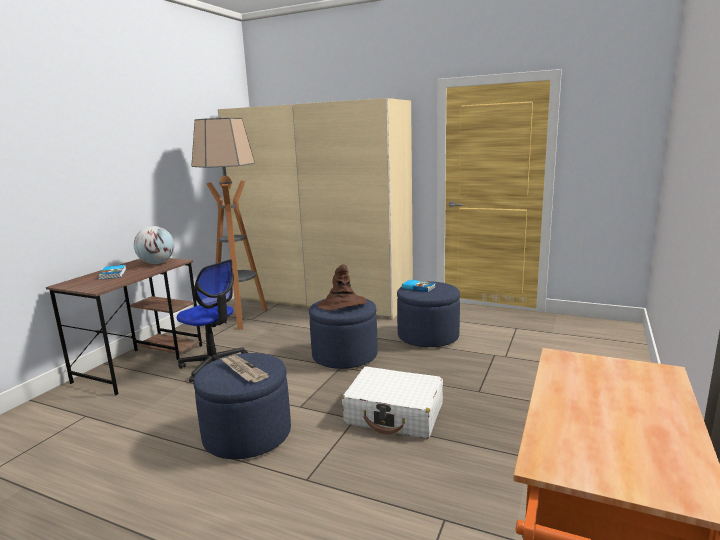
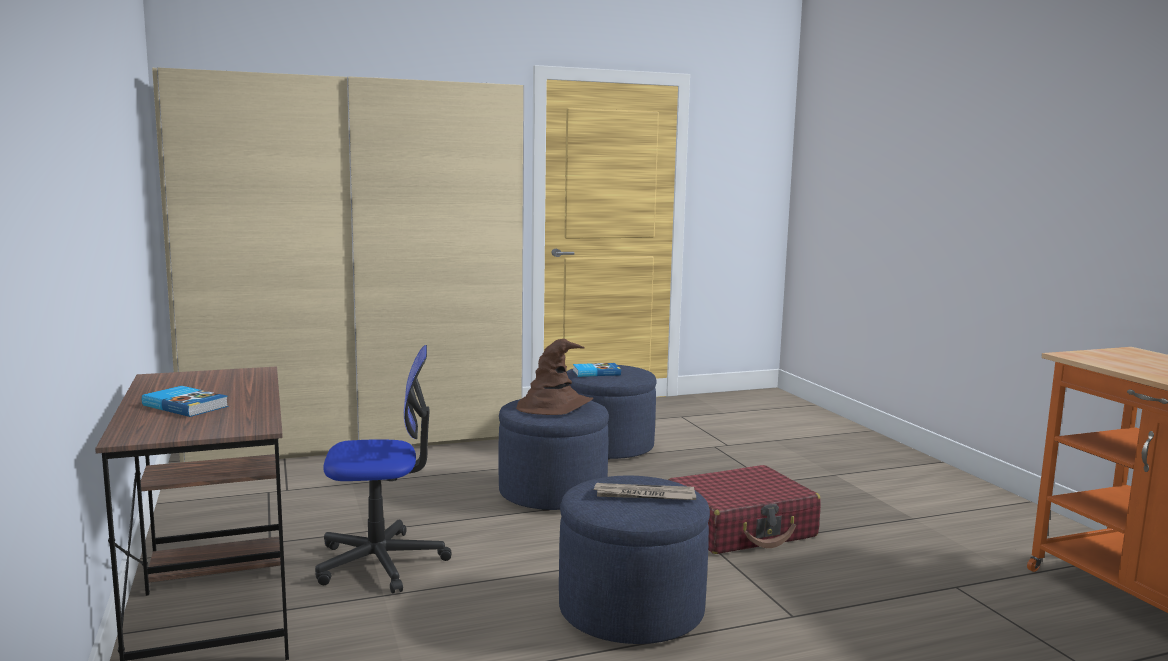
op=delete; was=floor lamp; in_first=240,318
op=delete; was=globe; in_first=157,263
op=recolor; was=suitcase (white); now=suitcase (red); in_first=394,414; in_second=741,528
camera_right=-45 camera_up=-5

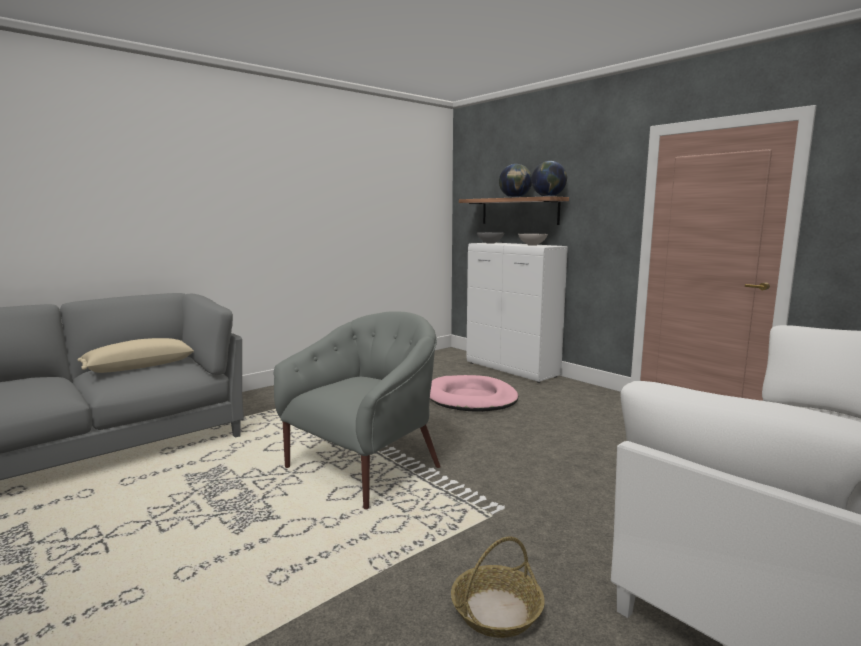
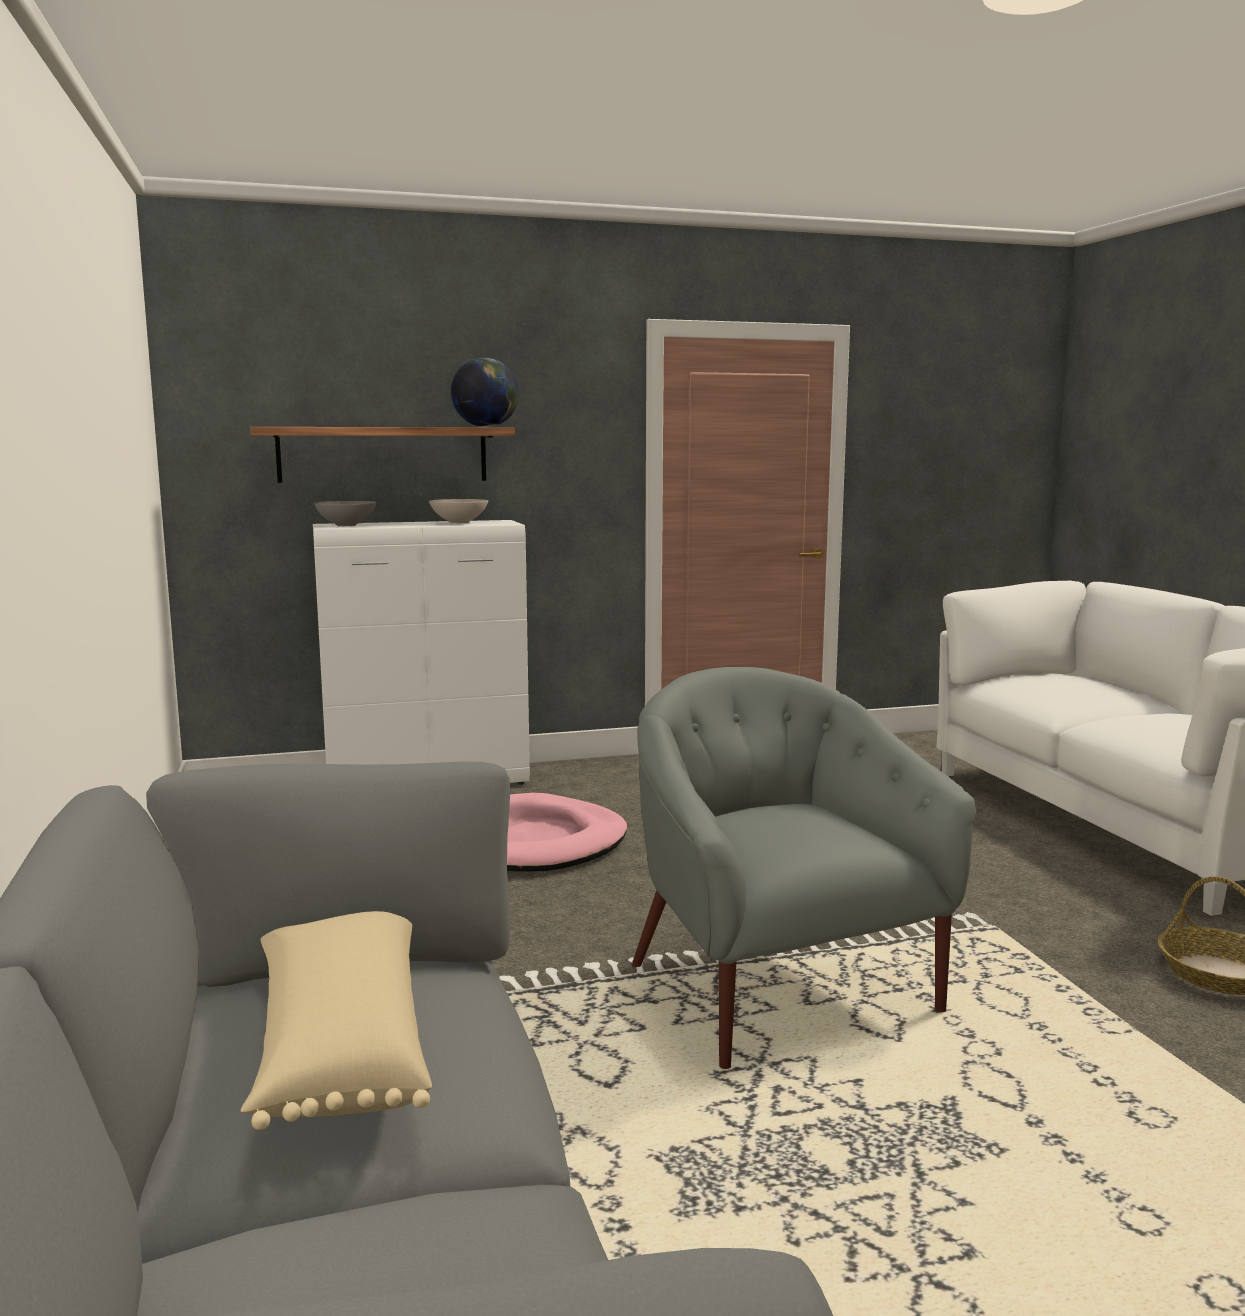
op=delete; was=globe; in_first=515,197
camera_right=-65 camera_up=0

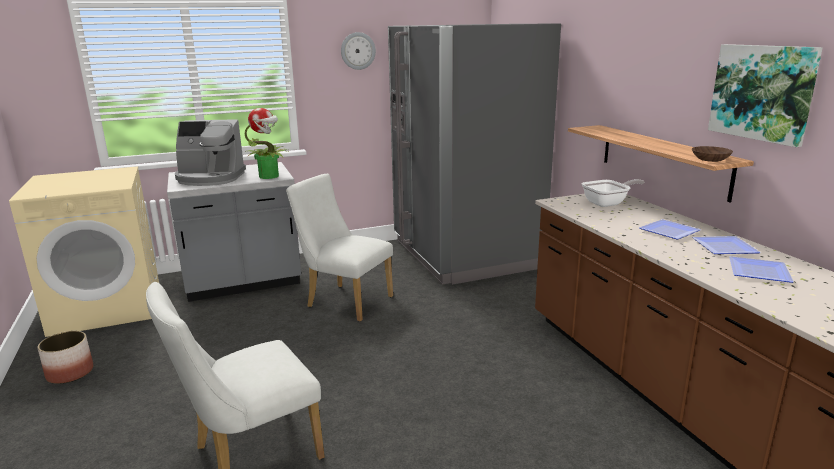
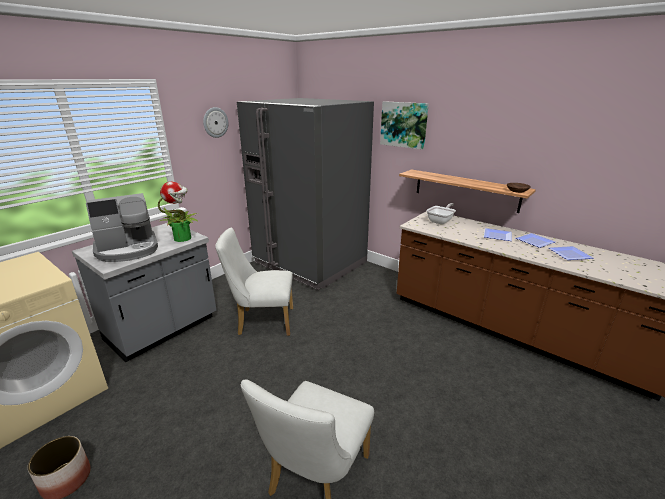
op=move; was=picture; in_first=762,92; in_second=404,124
camera_right=-30 camera_up=5

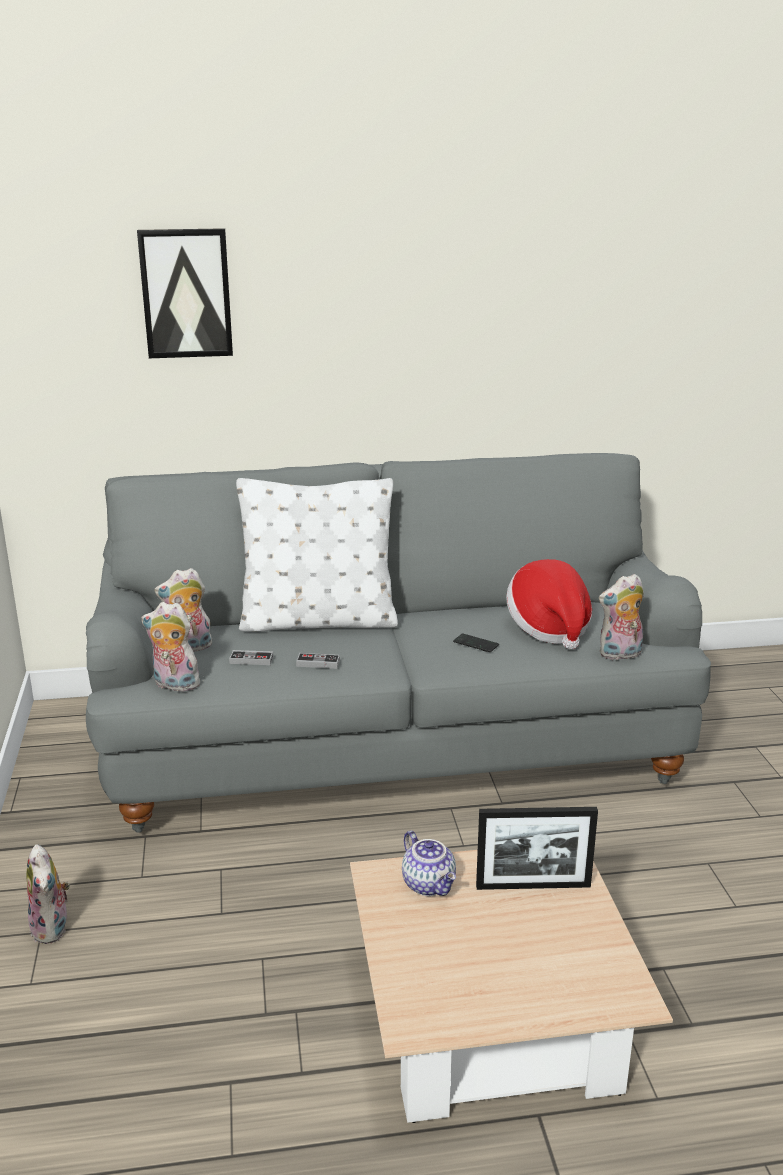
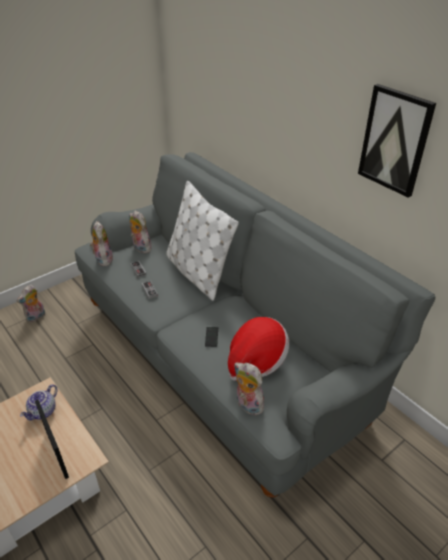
op=move; was=picture; in_first=186,293; in_second=395,140
camera_right=60 camera_up=15

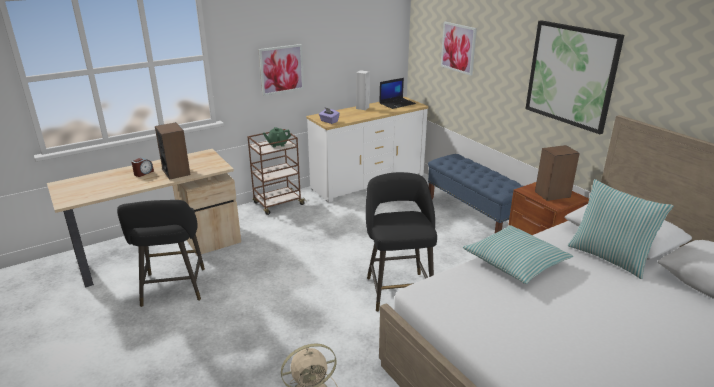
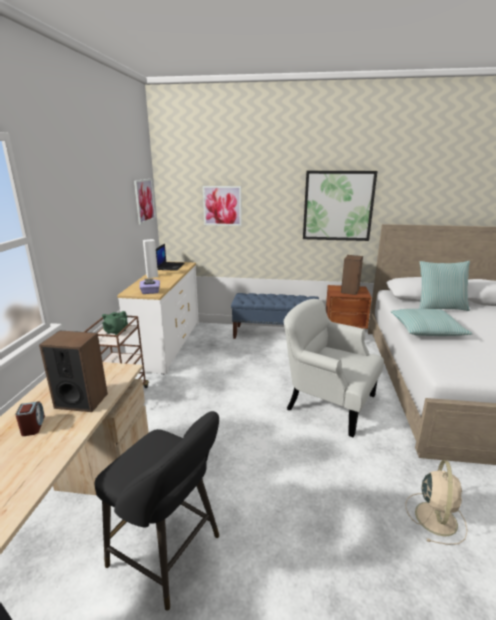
op=move; was=picture; in_first=281,69; in_second=144,200
op=replace; was=stool (black); now=armchair (white); in_first=398,289; in_second=328,402
camera_right=-50 camera_up=-5

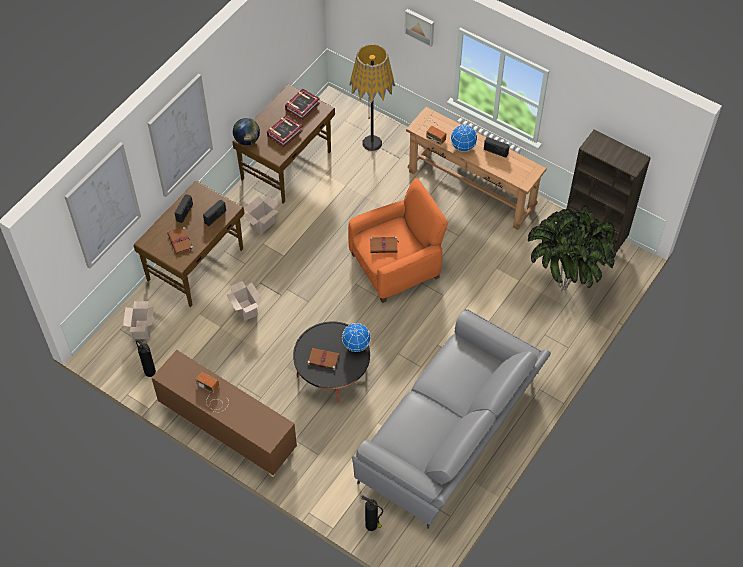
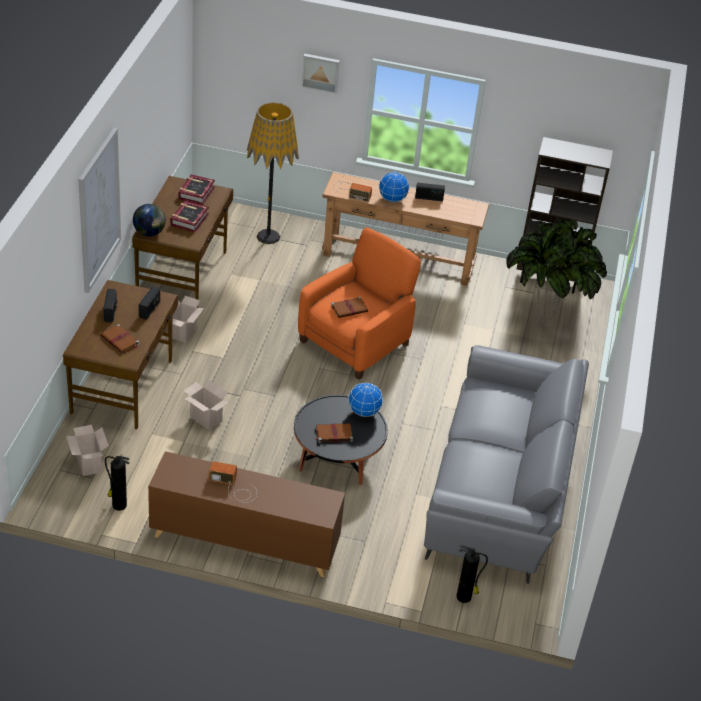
op=delete; was=picture; in_first=103,206
camera_right=-25 camera_up=-15

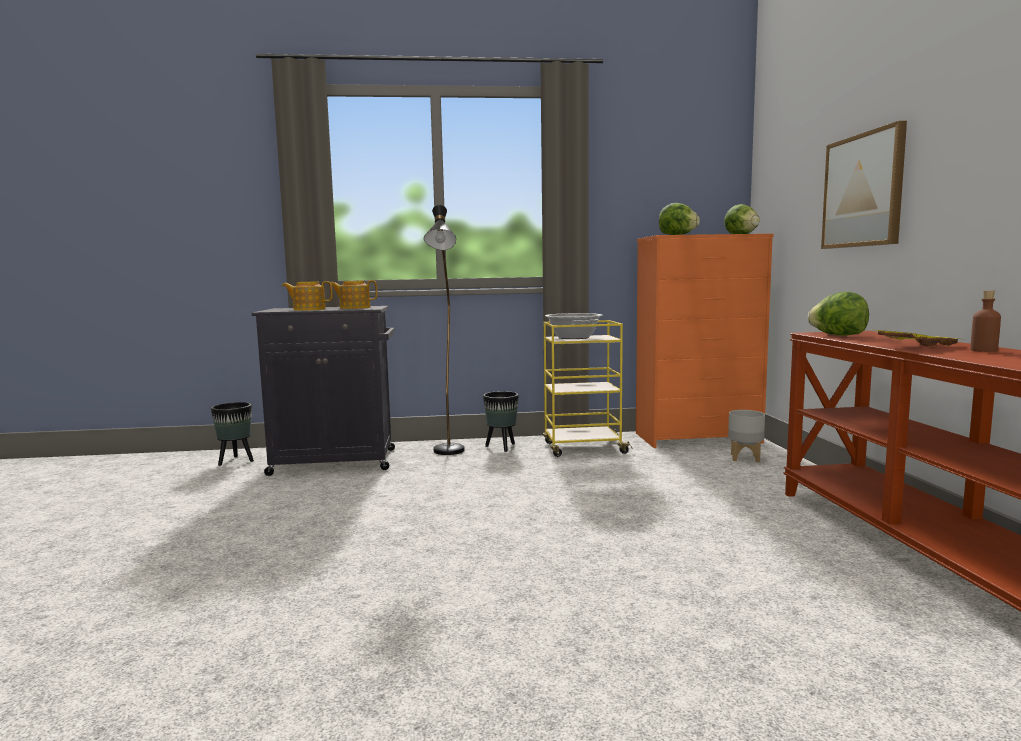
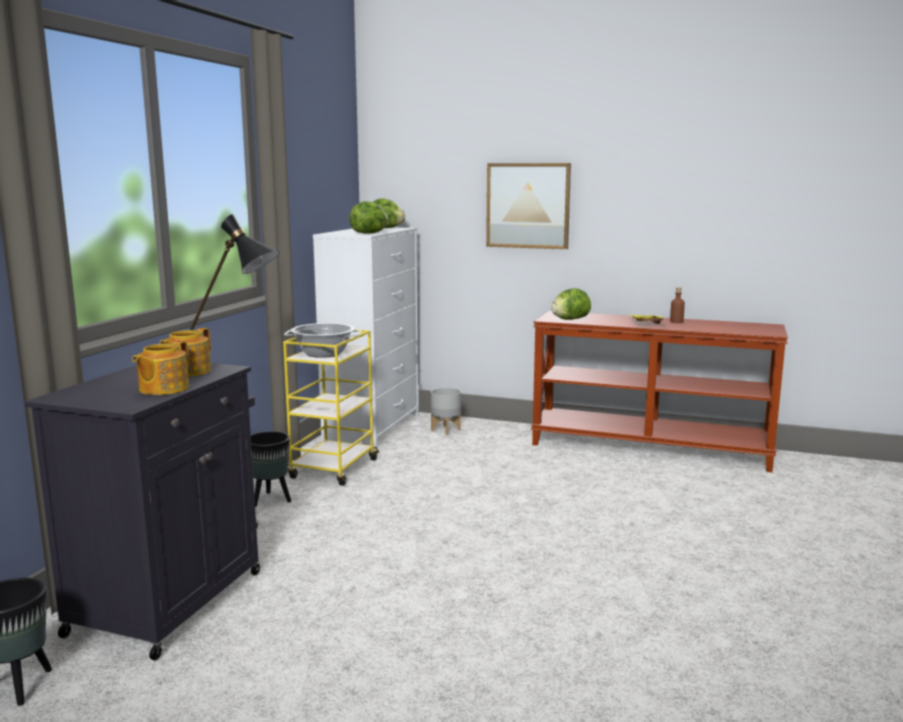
op=recolor; was=dresser (orange); now=dresser (white); in_first=698,438; in_second=373,426
camera_right=-65 camera_up=5

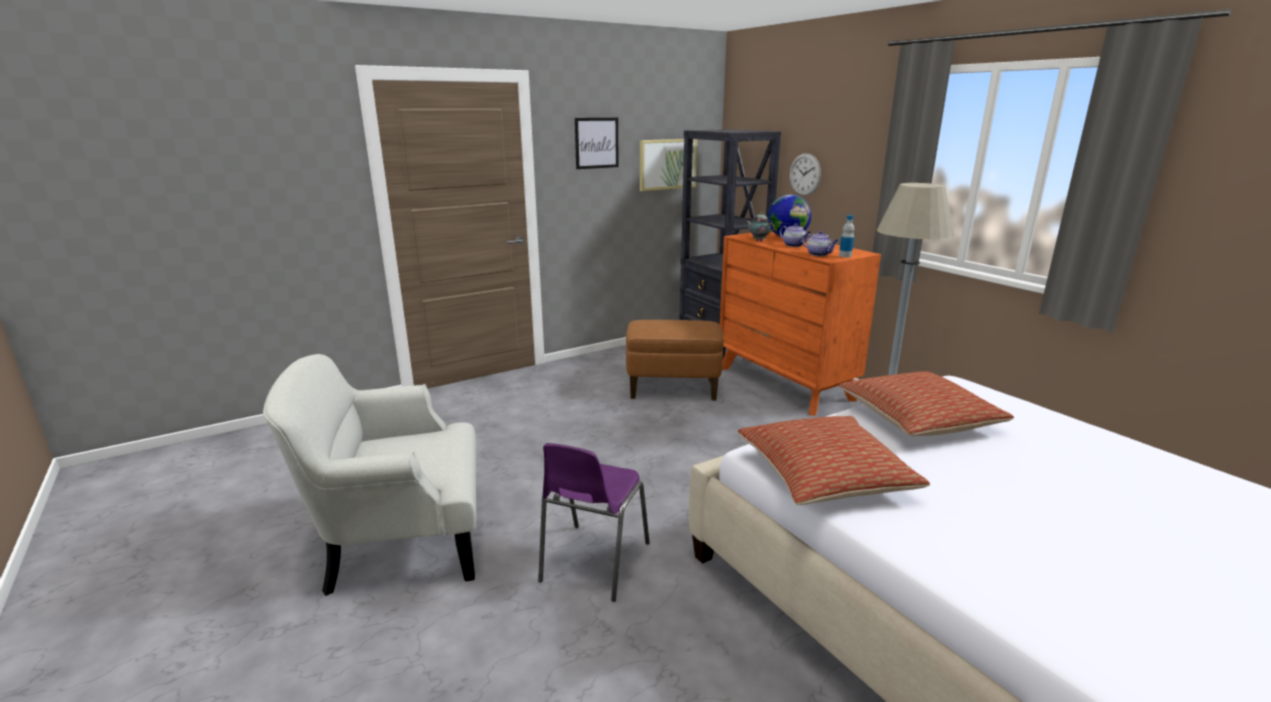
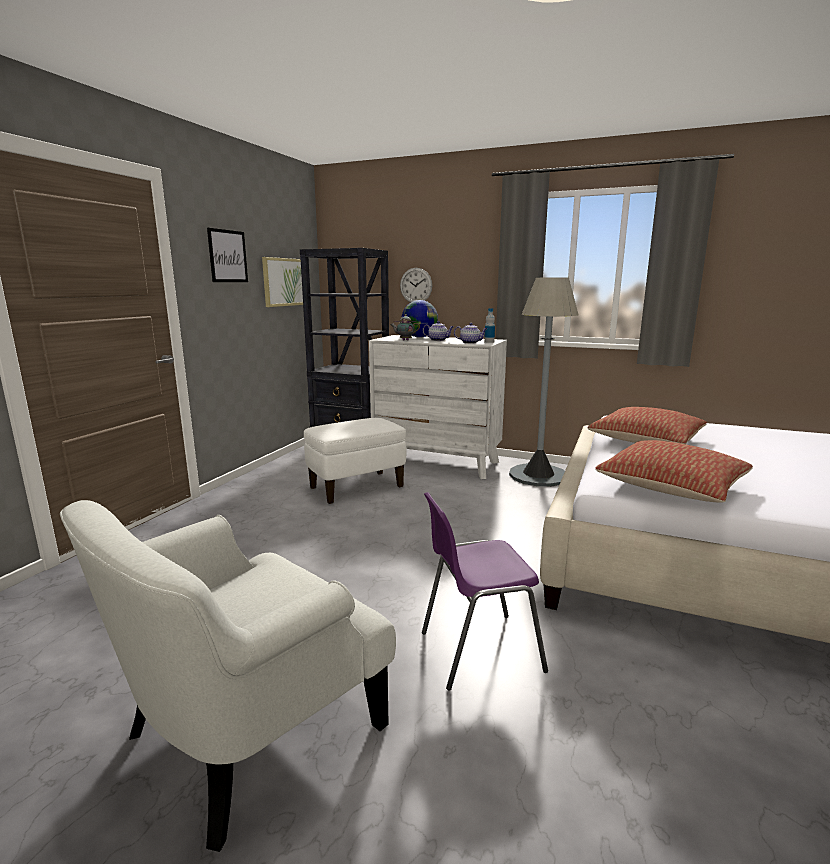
op=recolor; was=dresser (orange); now=dresser (white); in_first=784,383; in_second=436,462
op=recolor; was=ottoman (brown); now=ottoman (white); in_first=673,389; in_second=357,487
op=rotate; was=chair (purple); in_first=593,563; in_second=477,651; clockwise=90
camera_right=-35 camera_up=-5

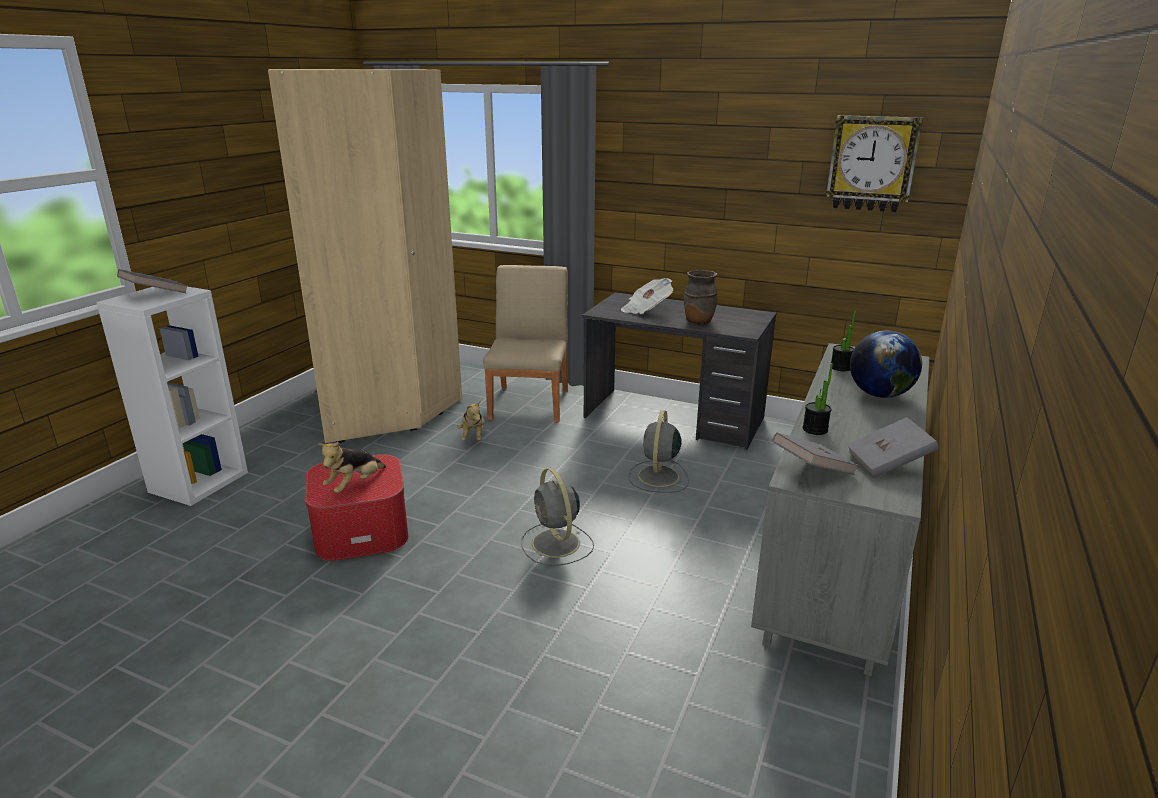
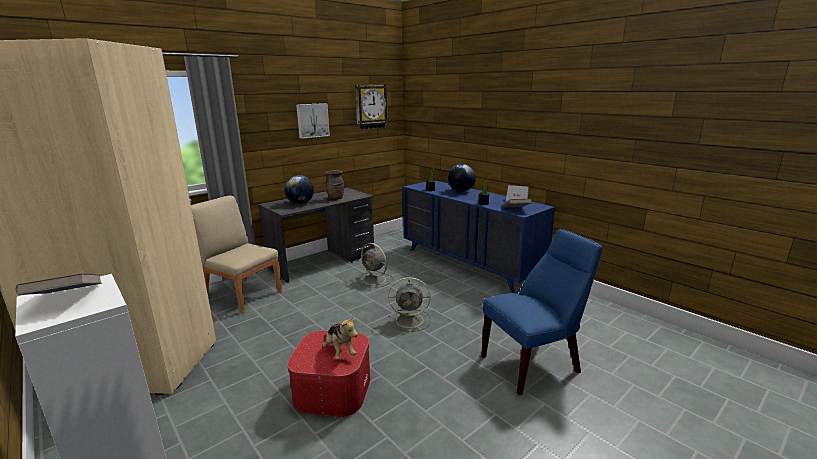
op=replace; was=newspaper; now=globe; in_first=646,310; in_second=300,203
op=recolor; was=dresser (grey); now=dresser (blue); in_first=837,558; in_second=469,263
op=delete; was=plush toy; in_first=473,437
op=insert; now=picture; in_second=312,120
op=insert; now=chair (blue); in_second=534,363
camera_right=-65 camera_up=-5

